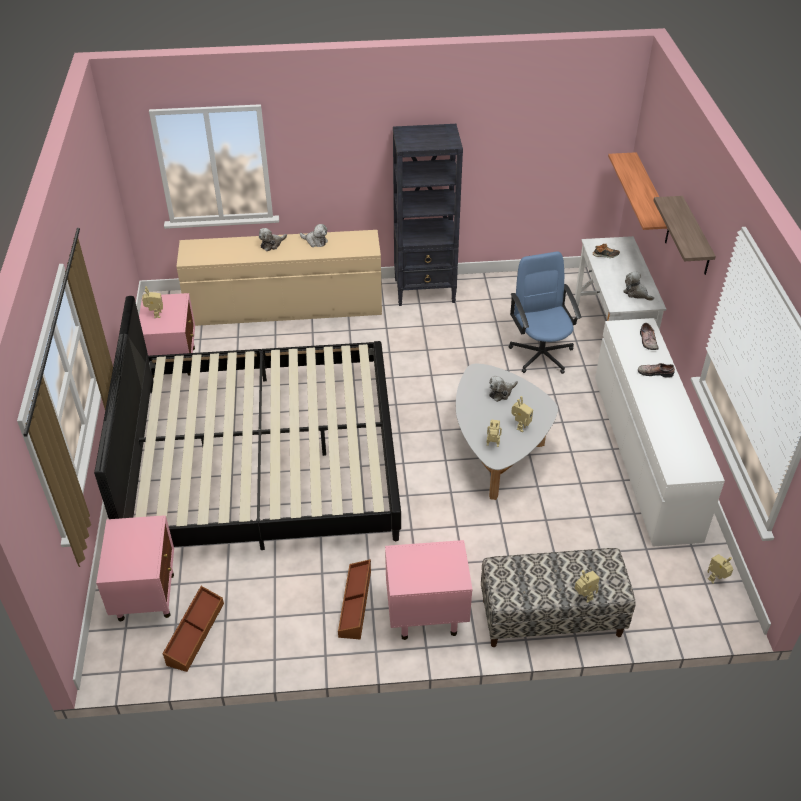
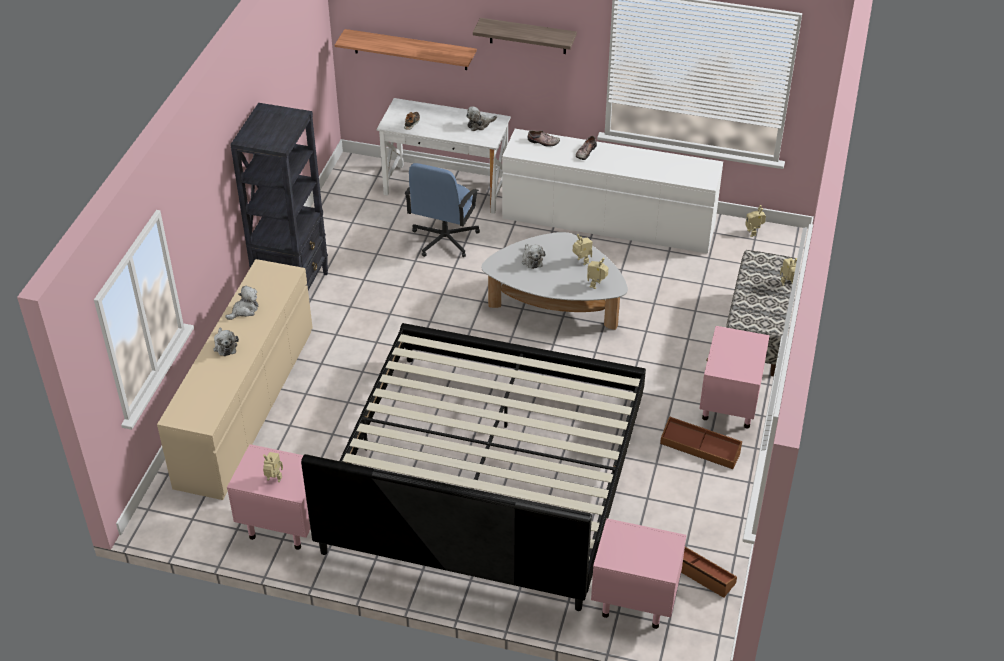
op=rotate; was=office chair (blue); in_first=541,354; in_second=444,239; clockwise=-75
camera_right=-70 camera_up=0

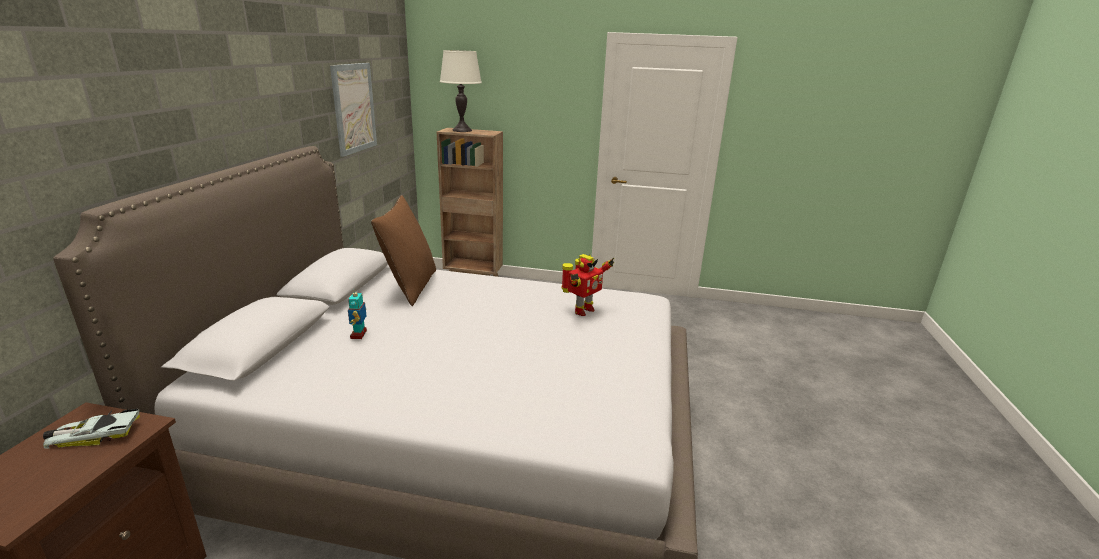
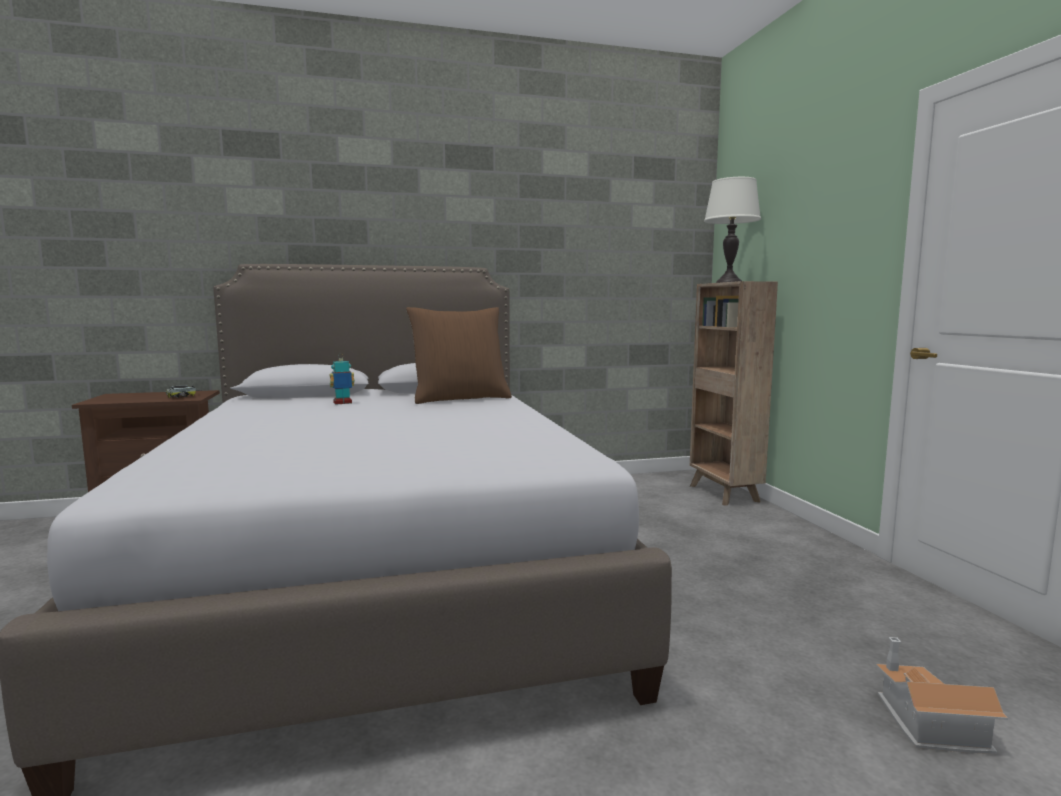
op=delete; was=picture; in_first=354,108
op=delete; was=toy robot; in_first=582,311
op=insert; now=toy house; in_second=926,723
camera_right=65 camera_up=-15

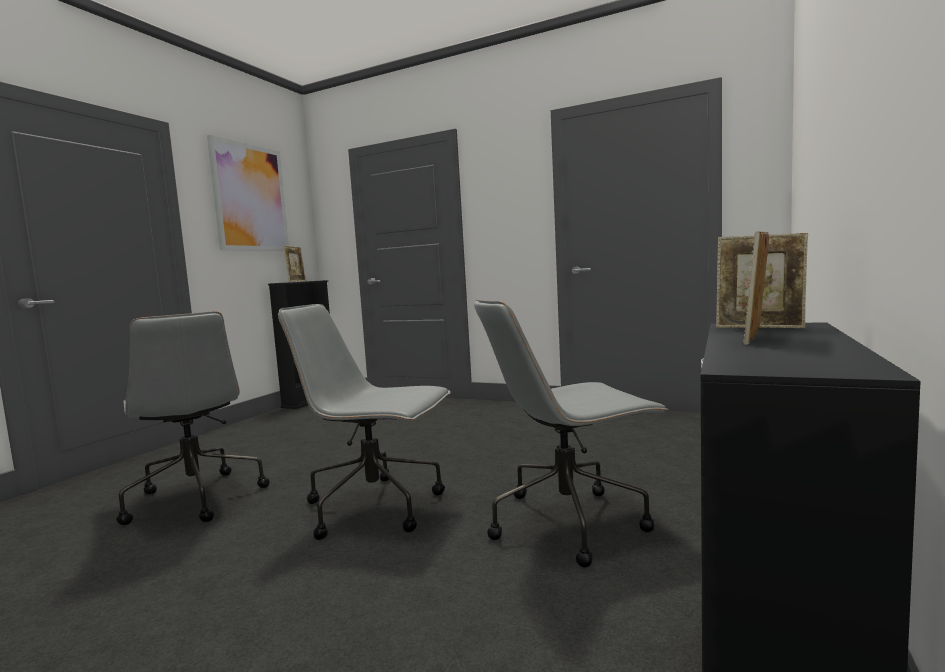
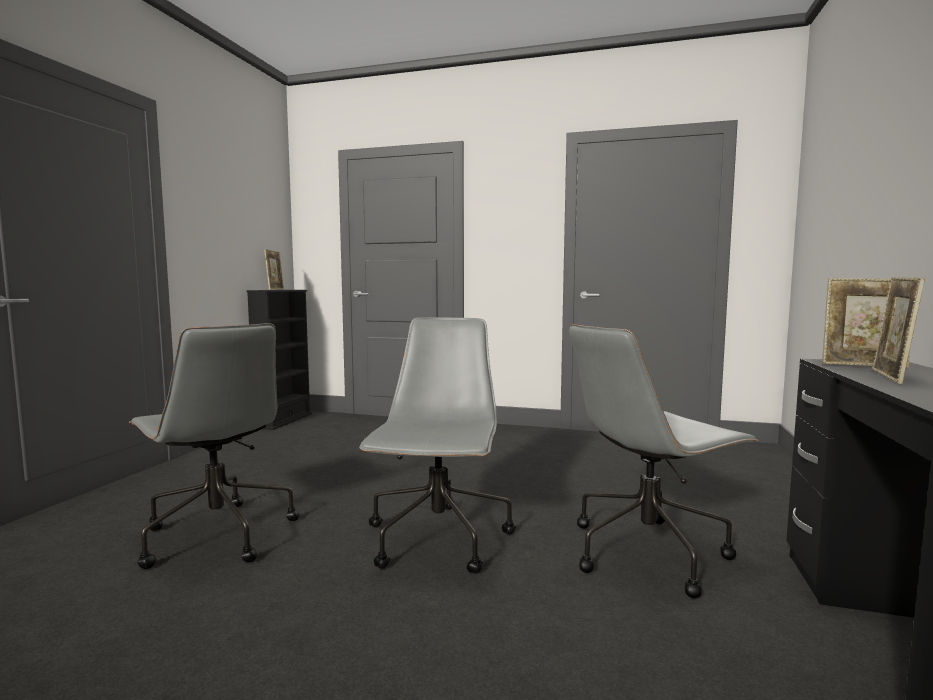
op=delete; was=picture; in_first=250,198
op=rotate; was=office chair (grey); in_first=377,507; in_second=438,540; clockwise=90
camera_right=-10 camera_up=0

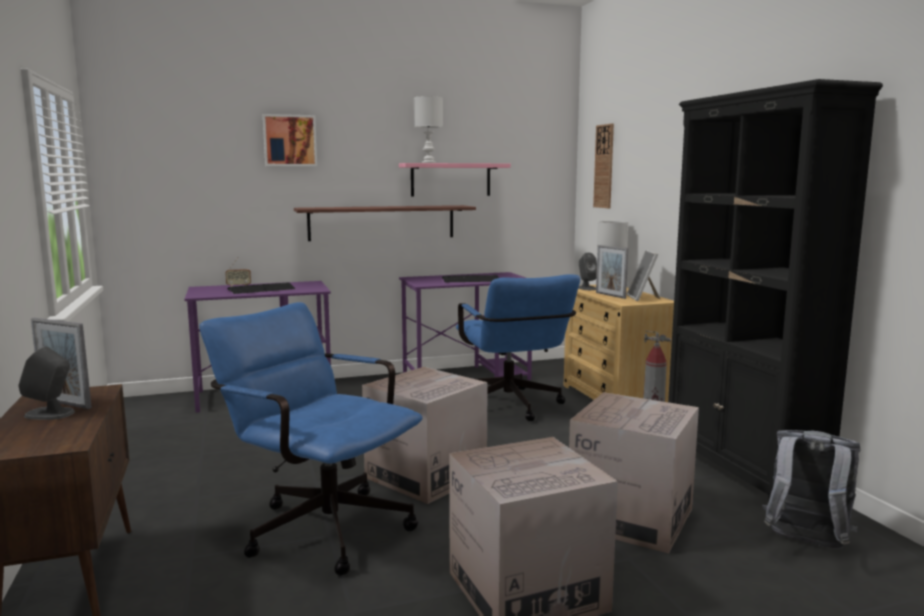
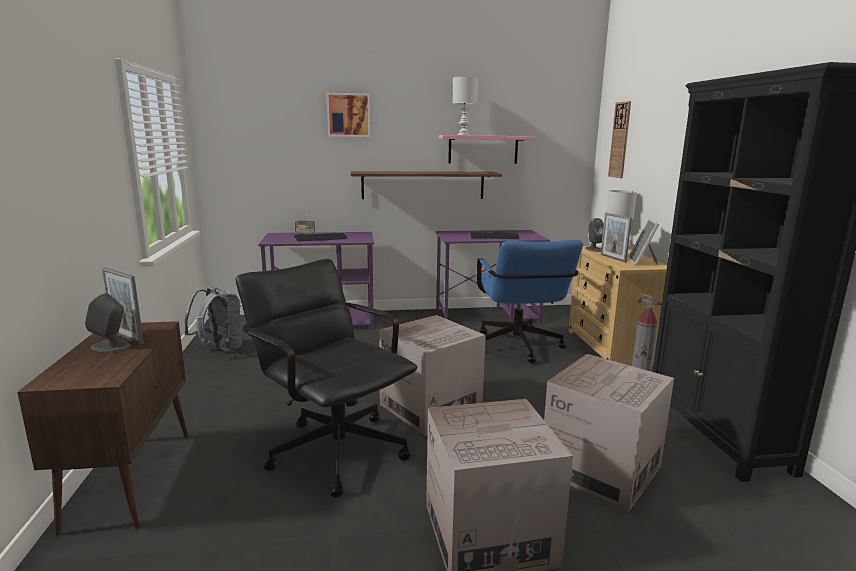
op=recolor; was=office chair (blue); now=office chair (black); in_first=319,525; in_second=331,446
op=move; was=backpack (grey); in_first=805,544; in_second=219,349
camera_right=10 camera_up=5

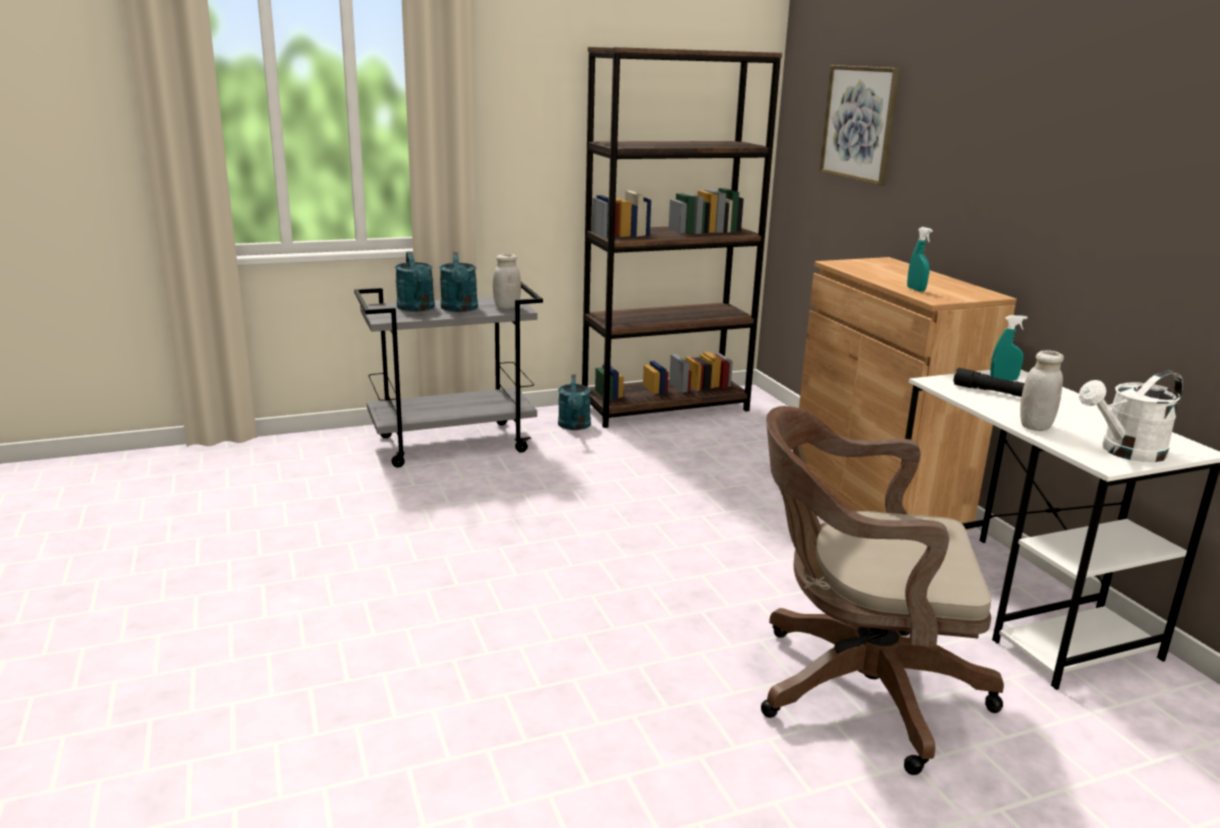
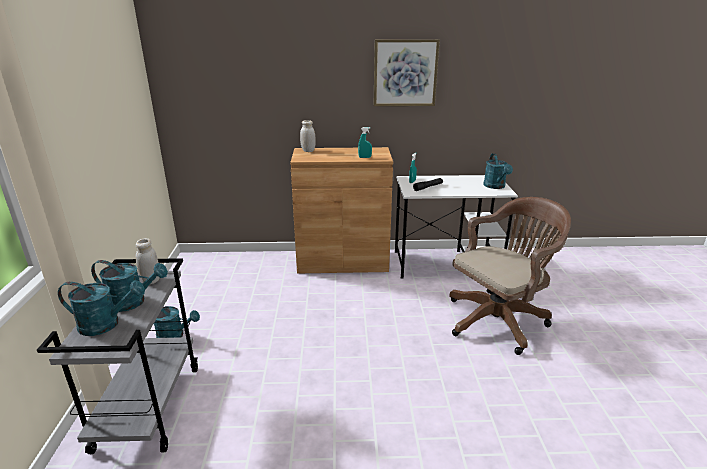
op=delete; was=bookcase (brown); in_first=665,408
op=move; was=picture; in_first=859,123; in_second=405,73
op=move; was=jar (white); in_first=1035,426; in_second=308,151
op=recolor; was=watering can (white); now=watering can (turquoise); in_first=1125,452; in_second=496,186
op=rotate; was=office chair (brown); in_first=855,688; in_second=499,319; clockwise=-150
camera_right=-70 camera_up=5

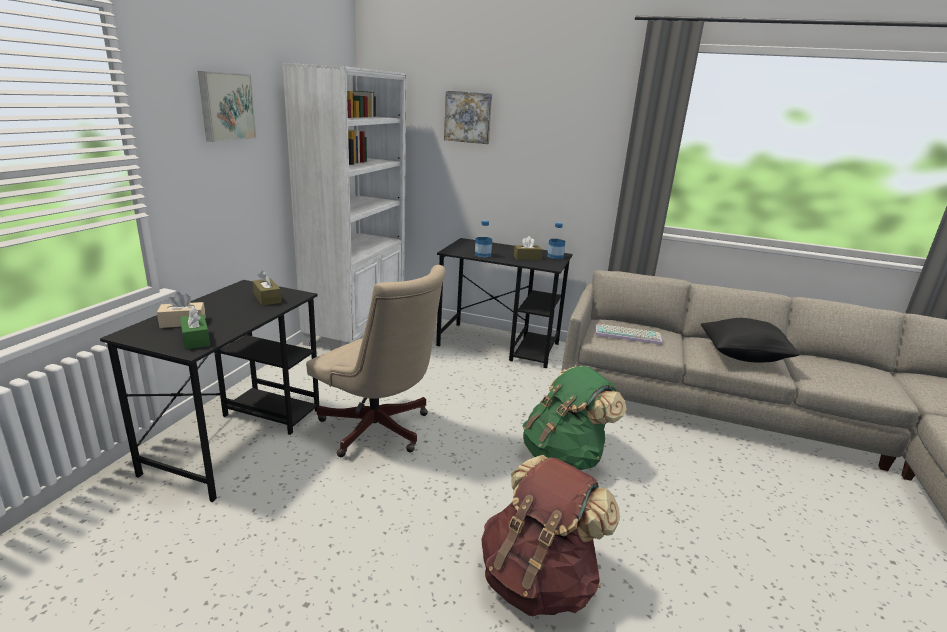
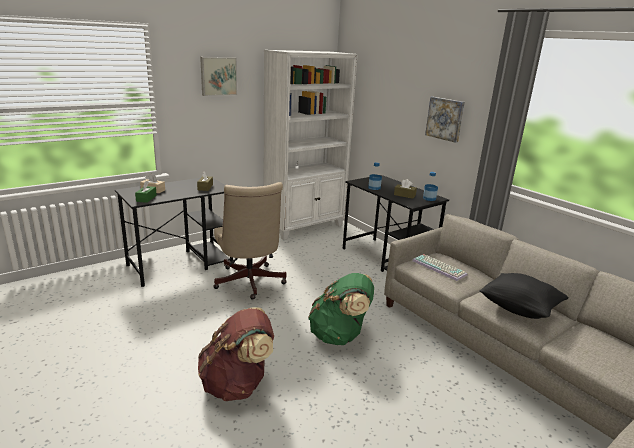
op=move; was=picture; in_first=468,117; in_second=445,119
camera_right=35 camera_up=0

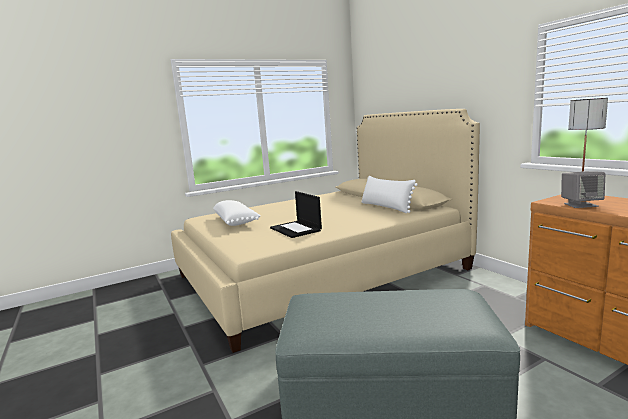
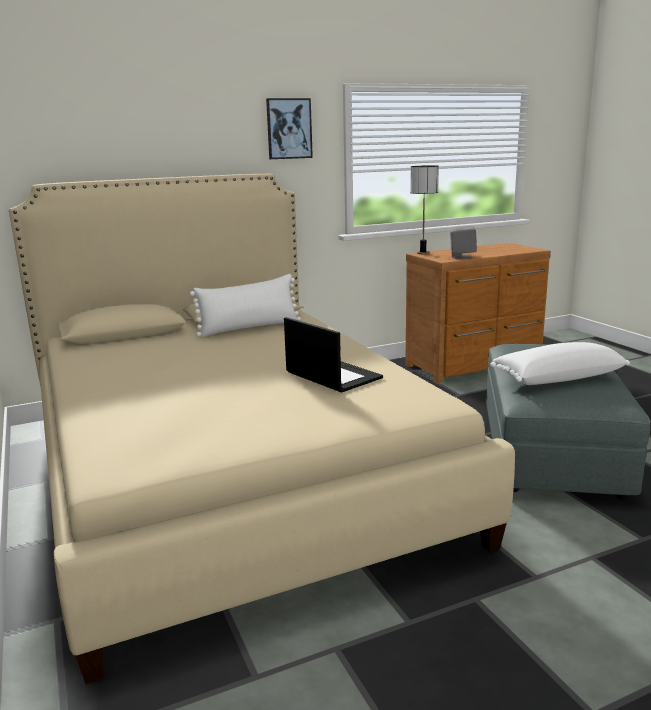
op=rotate; was=laptop; in_first=296,229; in_second=332,375; clockwise=-105
op=move; was=pillow (white); in_first=236,221; in_second=557,377
op=insert; now=picture; in_second=289,129
camera_right=-85 camera_up=5

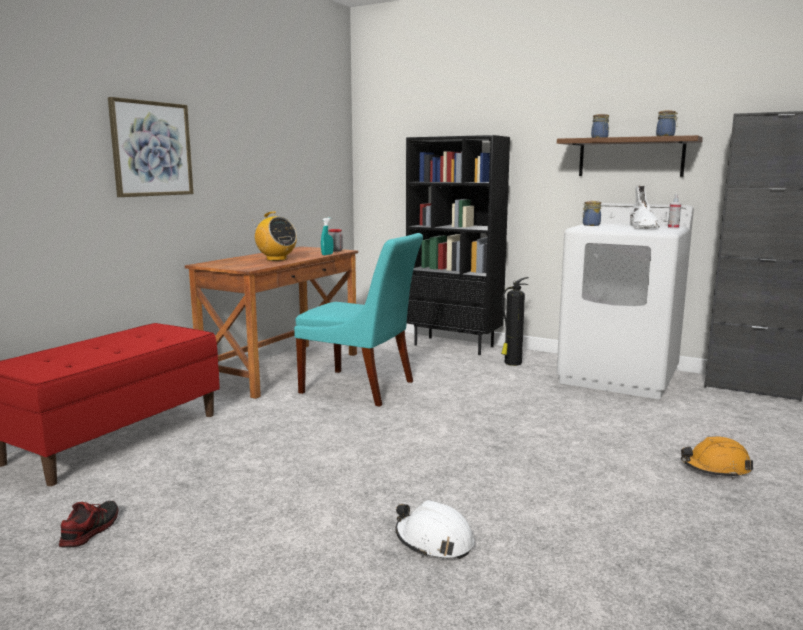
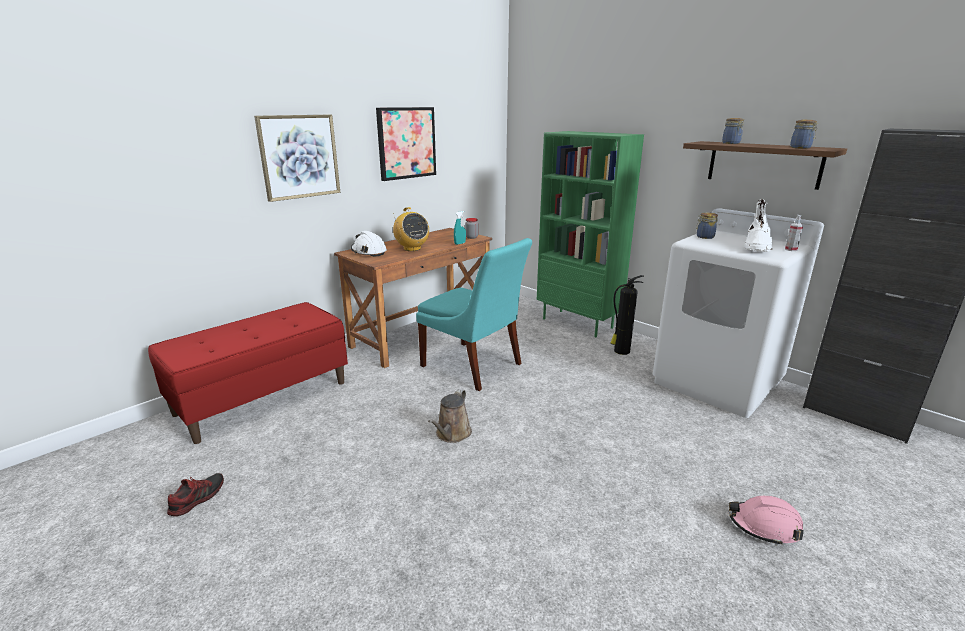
op=recolor; was=bookcase (black); now=bookcase (green); in_first=454,345; in_second=578,323
op=recolor; was=hard hat (orange); now=hard hat (pink); in_first=715,468; in_second=764,526
op=move; was=hard hat (white); in_first=434,542; in_second=368,252
op=insert; now=picture; in_second=406,143
op=insert; now=watering can (brown); in_second=452,434
camera_right=15 camera_up=10

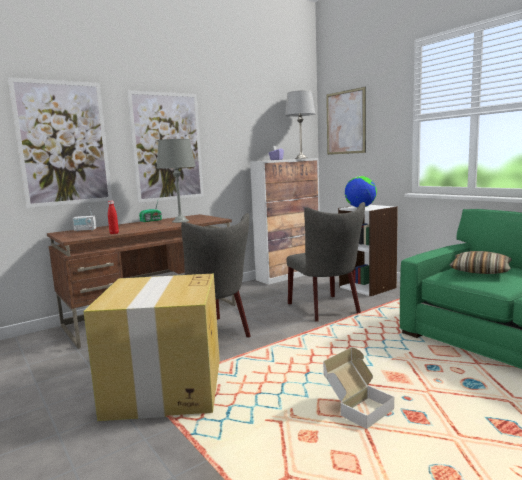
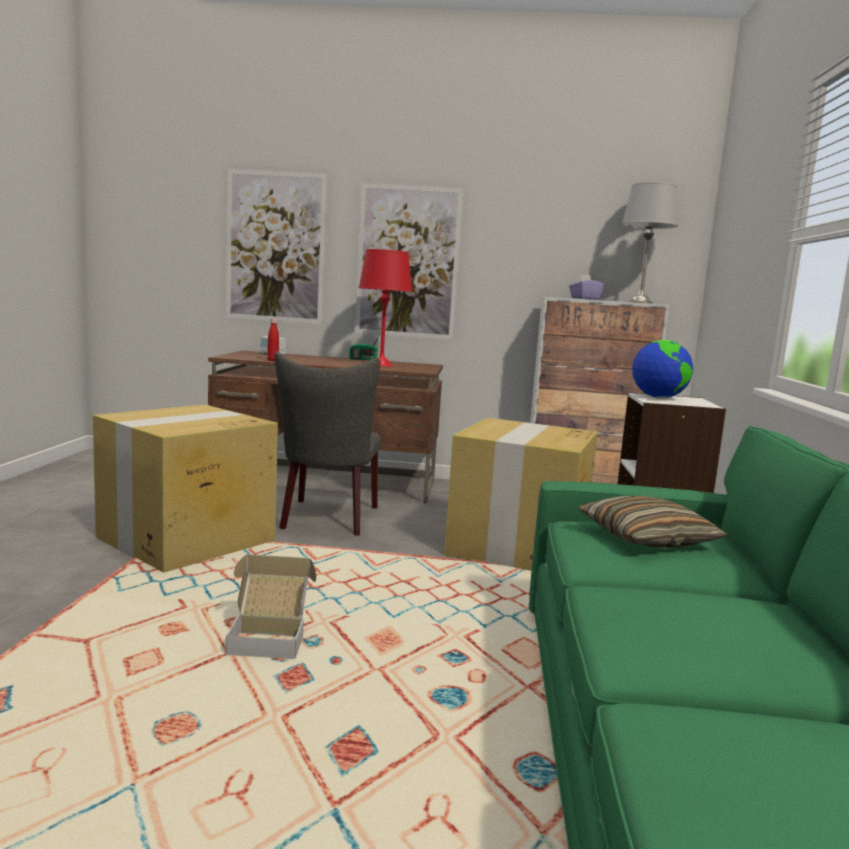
op=delete; was=picture; in_first=345,122
op=recolor; was=table lamp (grey); now=table lamp (red); in_first=180,221; in_second=381,365
op=replace; was=chair (grey); now=cardboard box; in_first=326,309; in_second=517,547
camera_right=40 camera_up=0

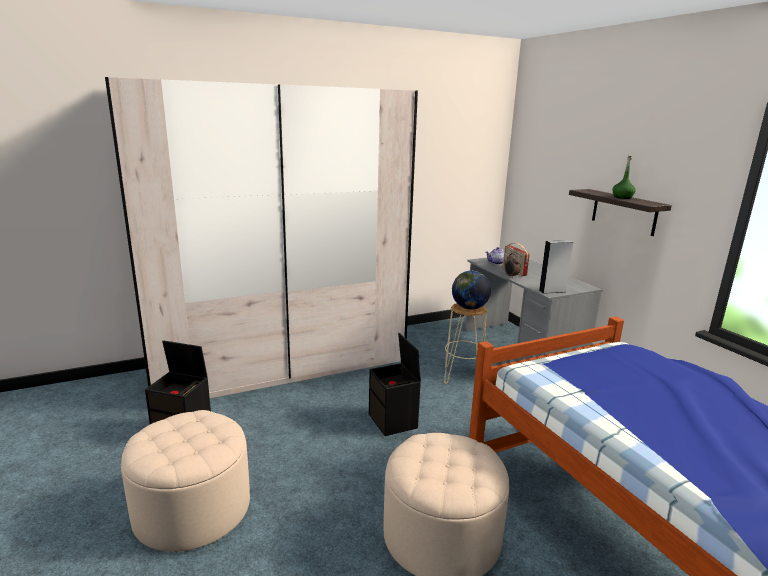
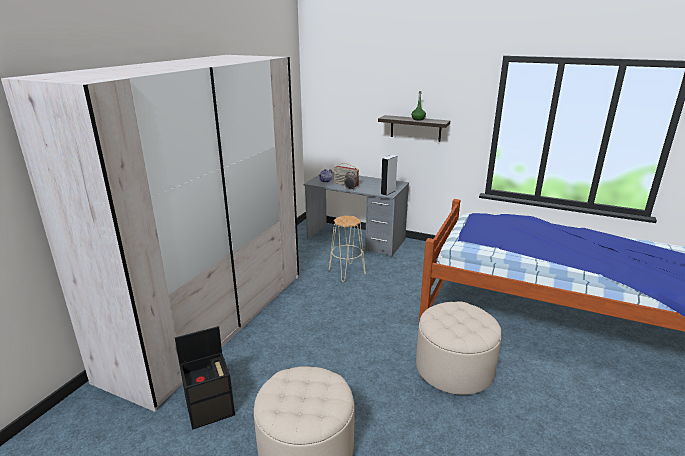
op=delete; was=globe; in_first=469,308
op=delete; was=storage box (black); in_first=393,421
camera_right=-40 camera_up=5

